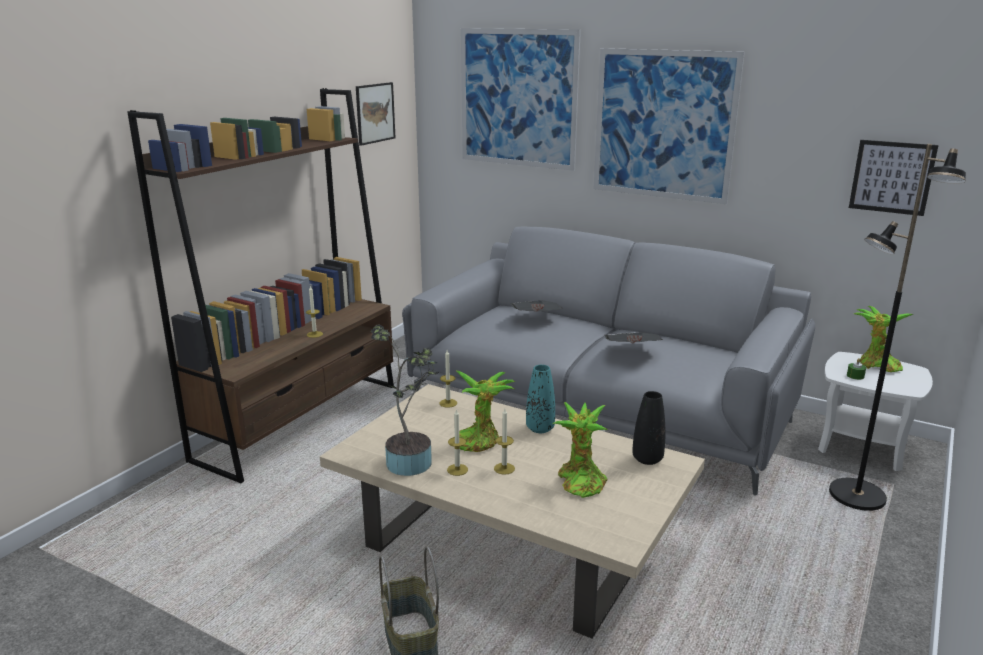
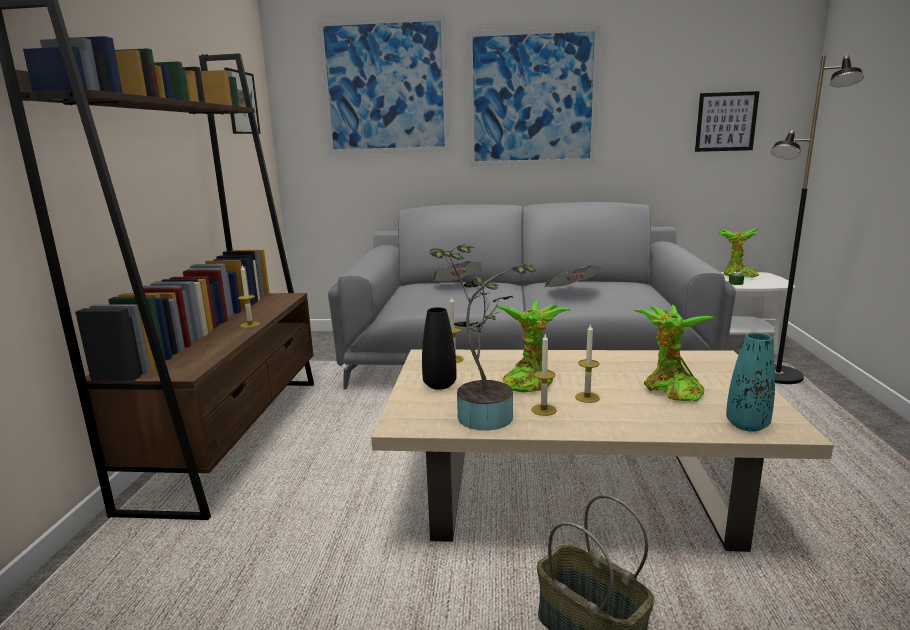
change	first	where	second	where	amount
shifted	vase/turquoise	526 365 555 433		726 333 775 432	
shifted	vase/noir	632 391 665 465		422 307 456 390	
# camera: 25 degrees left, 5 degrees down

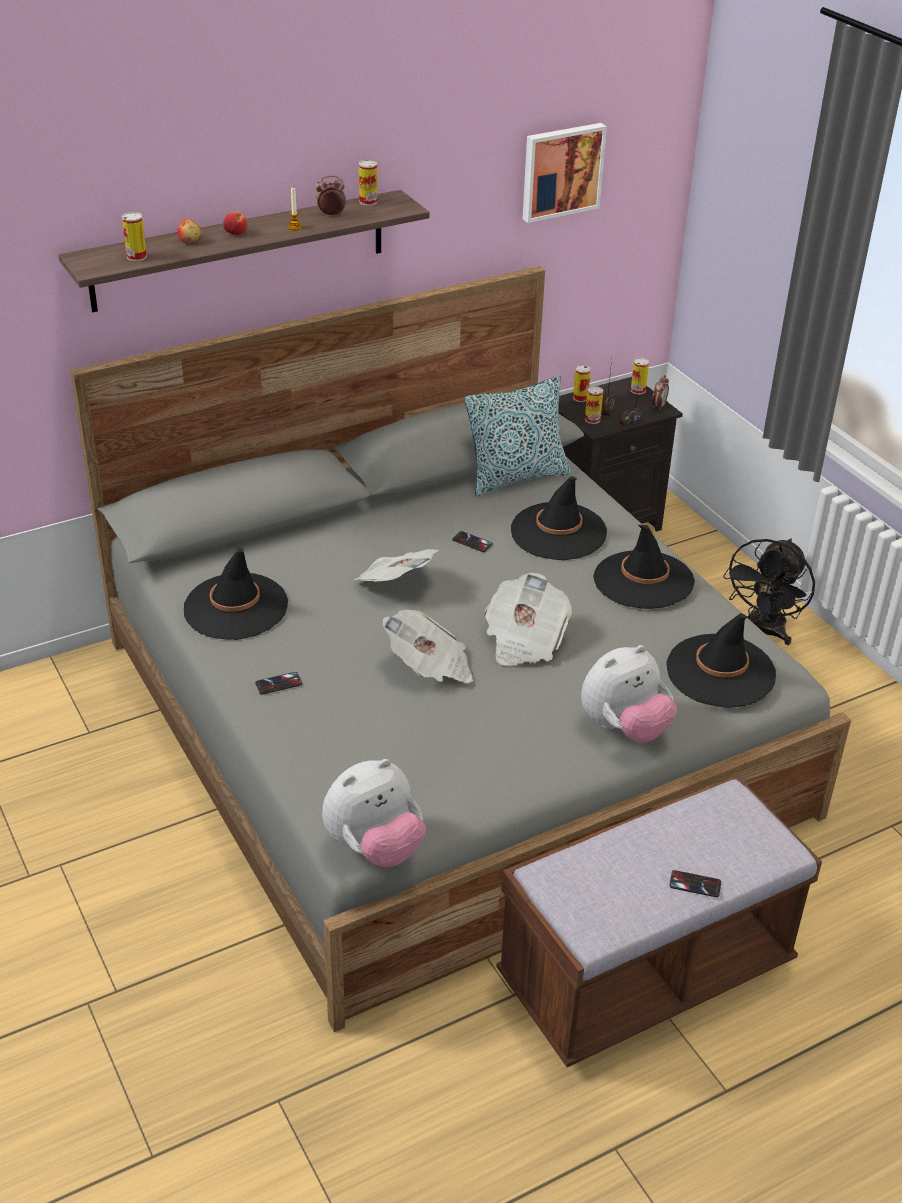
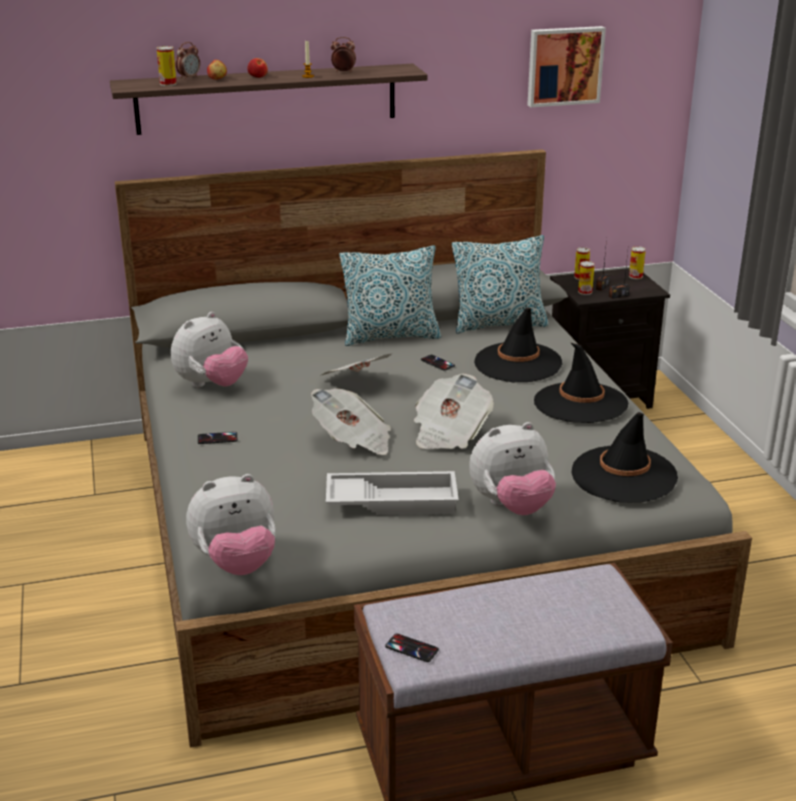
change	first	where	second	where	amount
gone	boîte métallique	359 160 378 206			
gone	ventilateur/noir	723 539 815 645			
new			plateau/blanc	326 471 459 515	
new			coussin	339 245 441 346	
shifted	réveil	652 375 669 410		175 42 200 80	
shifted	téléphone	669 870 721 897		385 633 439 662	
swapped	chapeau/noir	184 549 288 640	peluche	171 312 248 387	
# camera: 15 degrees right, 10 degrees down

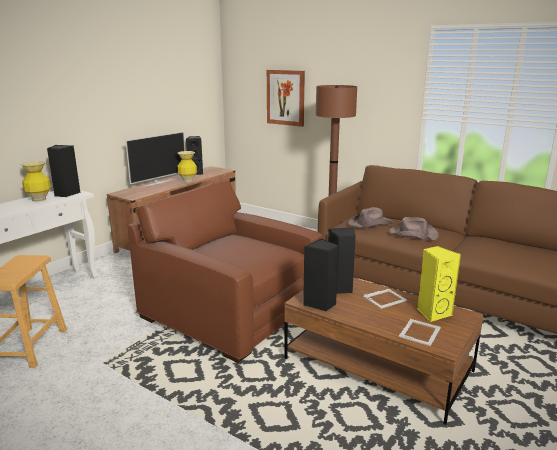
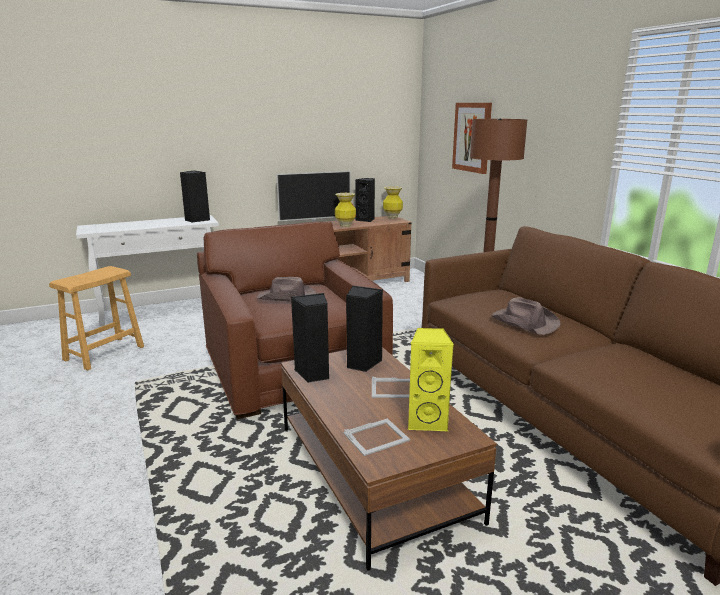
change	first	where	second	where	amount
shifted	vase	20 161 51 202		383 186 403 219	
shifted	chapeau/marron	348 207 393 227		257 277 317 301	
# camera: 30 degrees right, 0 degrees up

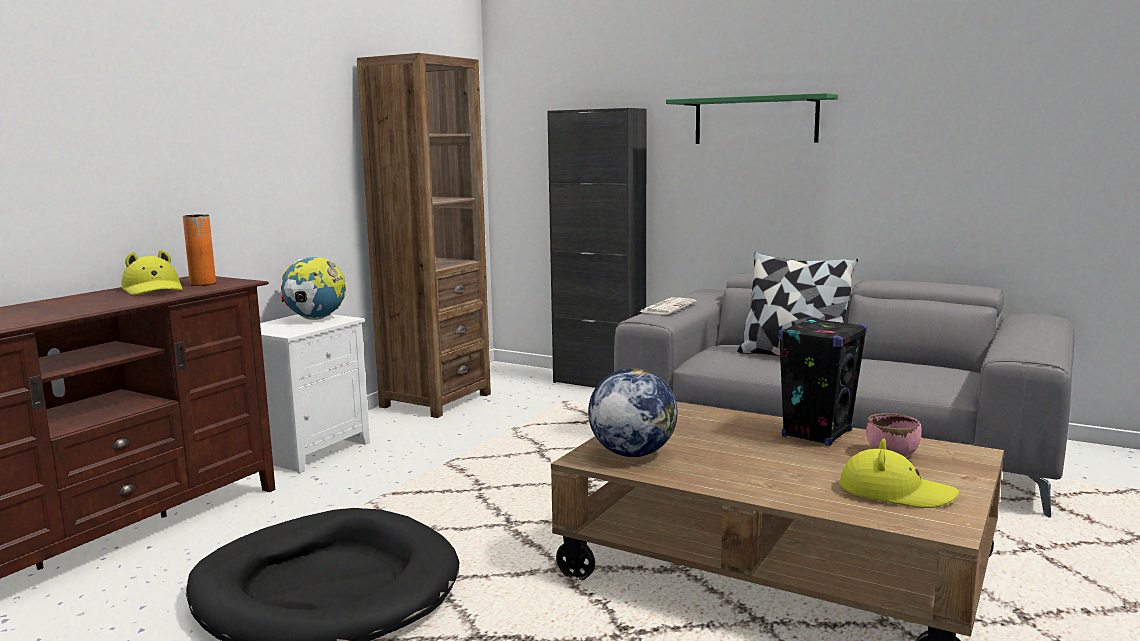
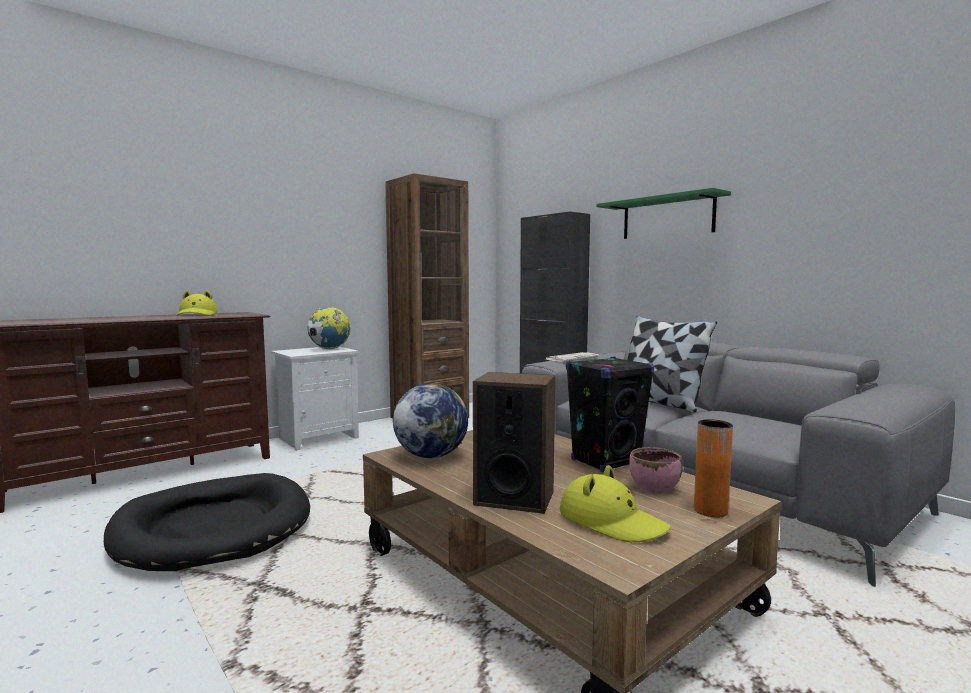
change	first	where	second	where	amount
new			enceinte	473 372 555 514	
shifted	vase/orange	183 214 216 286		694 419 733 517	
# camera: 20 degrees right, 5 degrees down

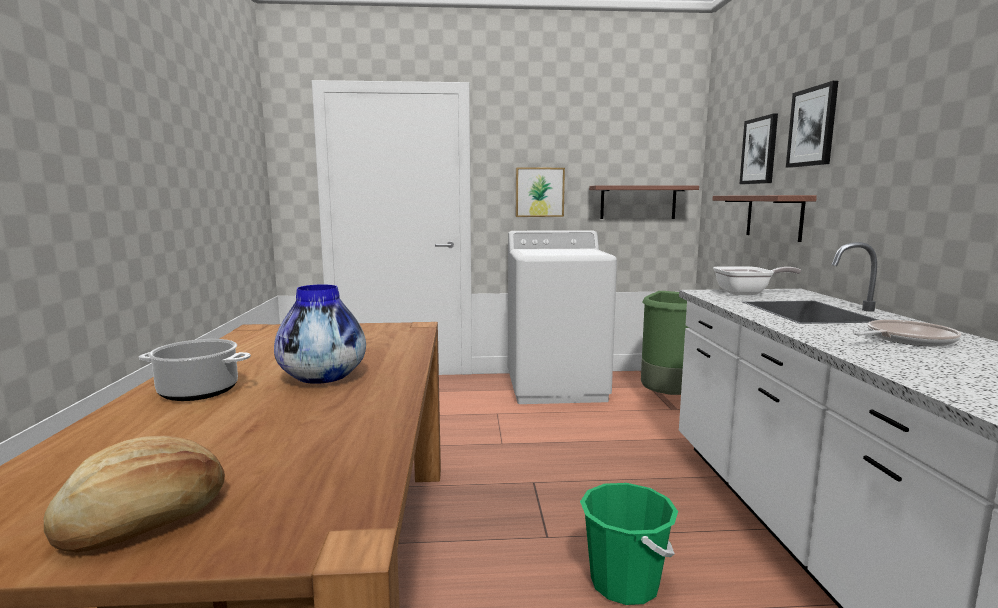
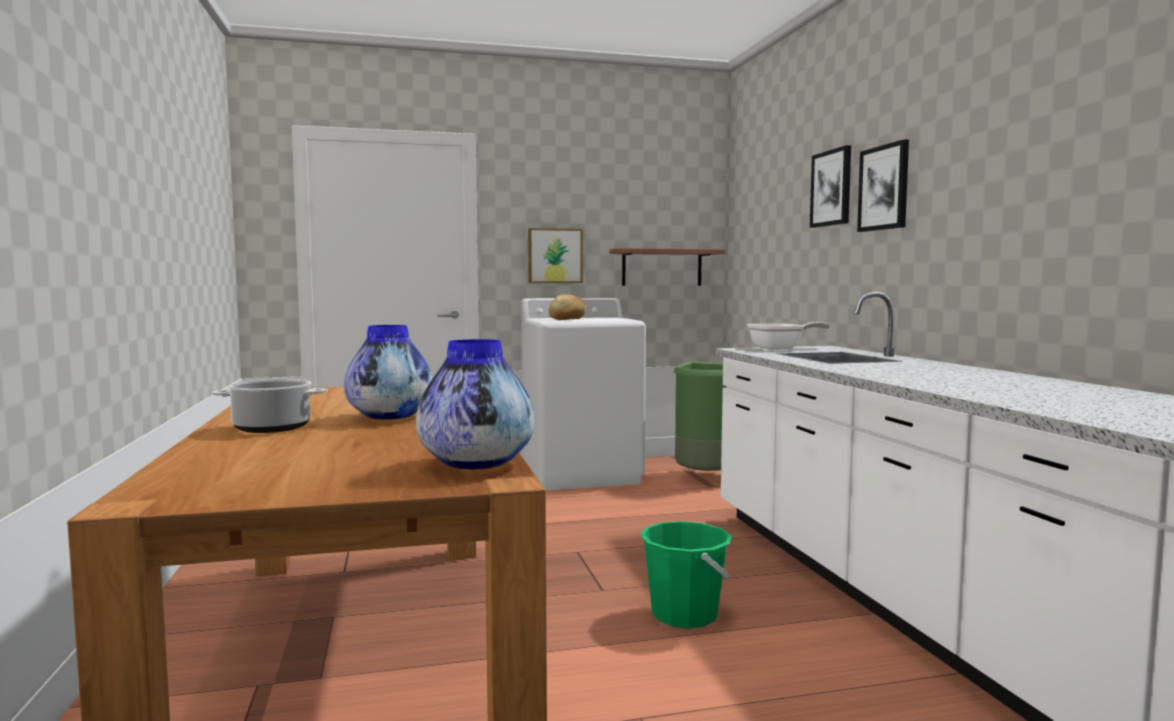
change	first	where	second	where	amount
gone	étagère	712 195 817 242			
gone	poêle	854 320 961 346			
new			vase	416 339 535 470	
shifted	pain	44 435 225 553		549 295 585 320	
shifted	tableau	740 114 778 184		857 139 909 232	
# camera: 10 degrees left, 5 degrees down

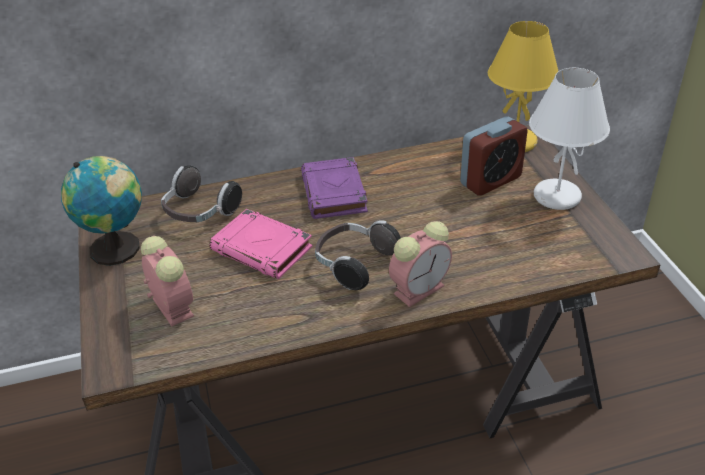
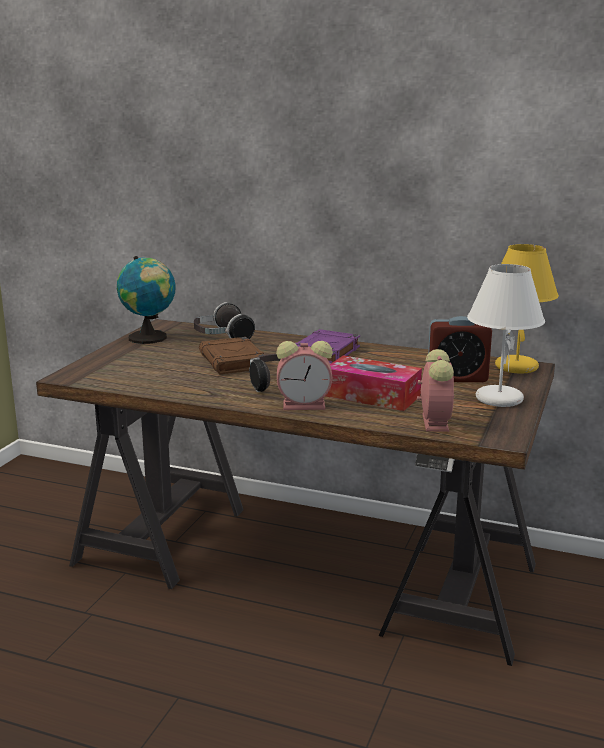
change	first	where	second	where	amount
new			boîte à mouchoirs	326 355 422 411	
shifted	réveil	141 236 194 326		417 349 454 432	
repainted	livre/rose	209 209 313 279	livre/marron	199 337 264 374	
# camera: 35 degrees right, 20 degrees down

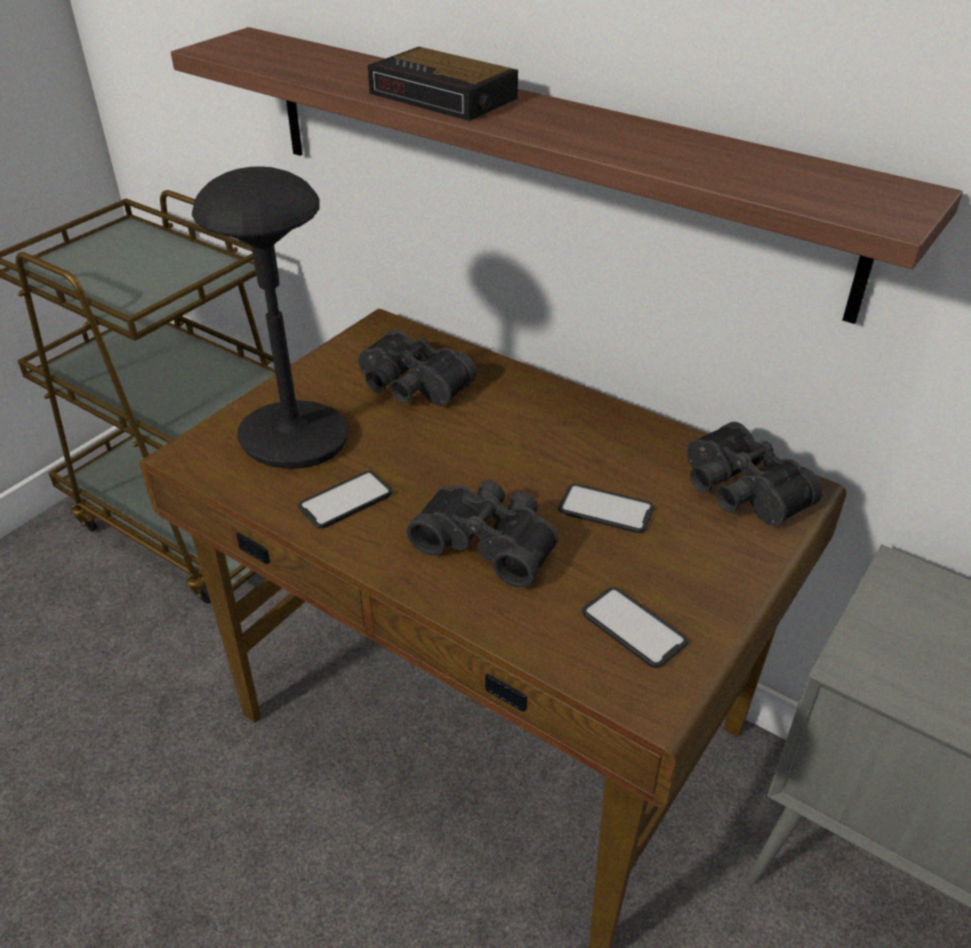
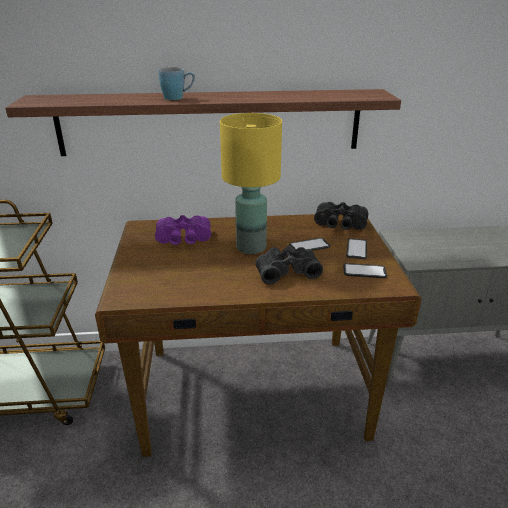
change	first	where	second	where	amount
gone	lampe de table/noir	192 166 348 469			
new			lampe de table/jaune	220 113 282 254	
shifted	téléphone	298 471 393 529		346 238 367 259	
swapped	réveil	367 47 518 121	mug/bleu	158 67 195 100	
repainted	jumelles/noir	358 329 477 406	jumelles/violet	155 215 211 245	
# camera: 40 degrees left, 10 degrees down

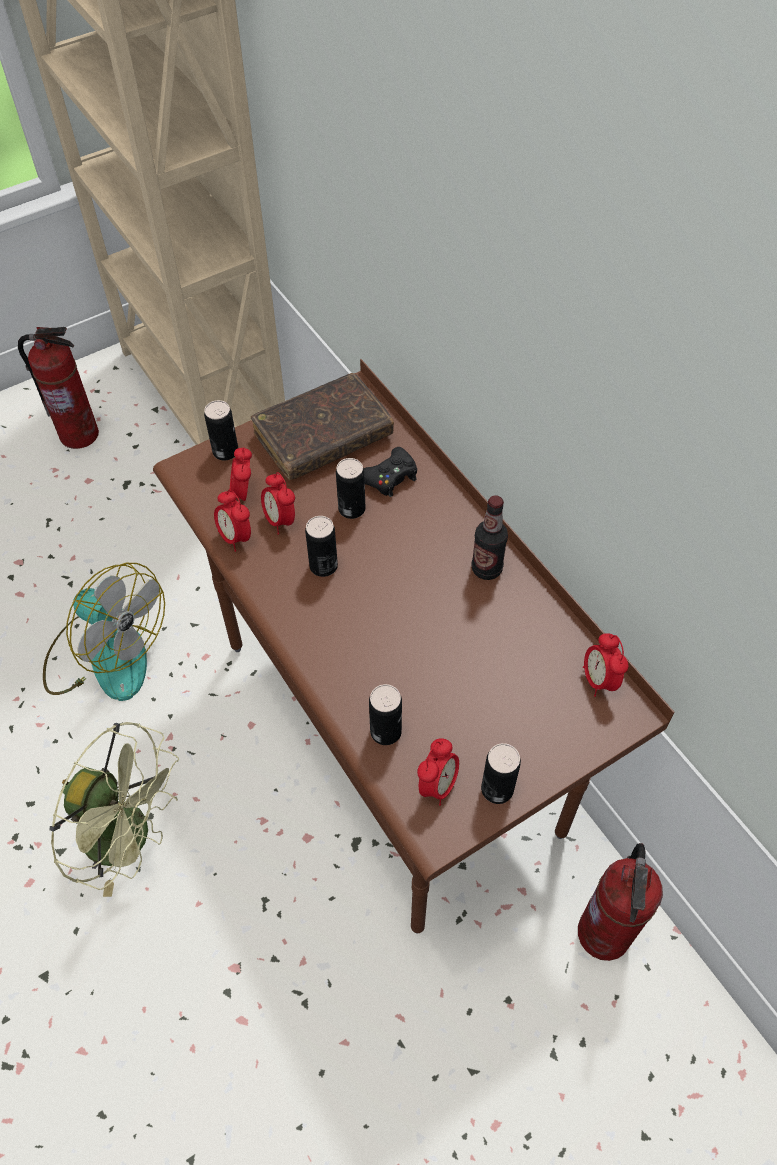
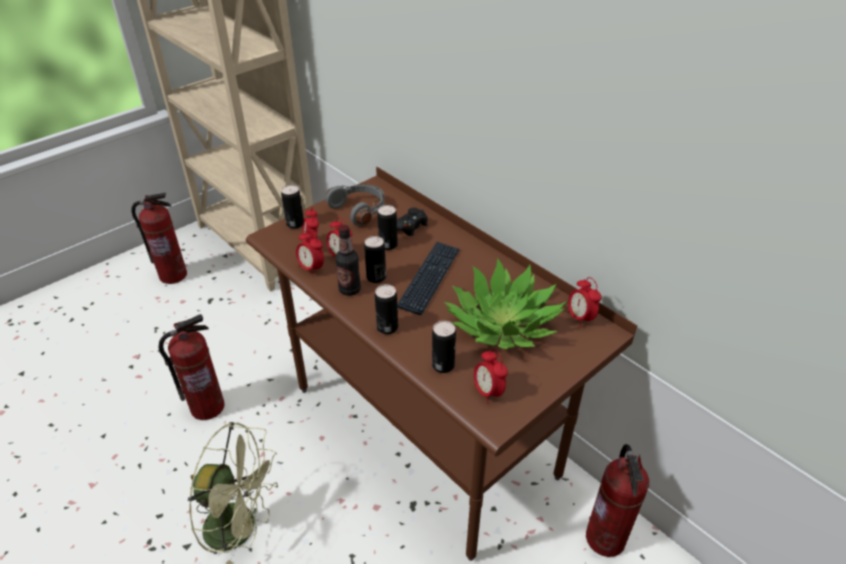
change	first	where	second	where	amount
new			clavier	397 242 460 315	
new			plante en pot	444 258 568 349	
shifted	bouteille	471 495 508 580		335 225 361 296	
shifted	boîte métallique	481 743 521 804		375 284 398 334	
swapped	ventilateur	43 563 165 701	extincteur	159 314 225 420	
swapped	livre/marron	251 373 394 480	casque audio/gris	326 184 385 226	
rotated	réveil	417 738 459 806		474 349 508 404	135 degrees clockwise
# camera: 10 degrees left, 15 degrees down

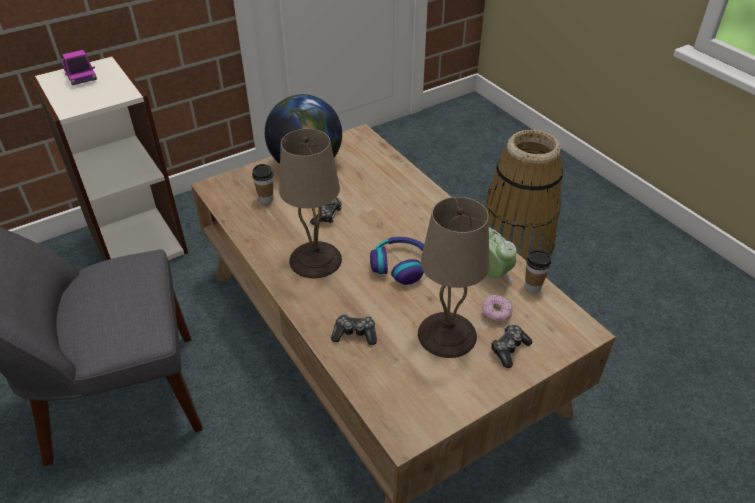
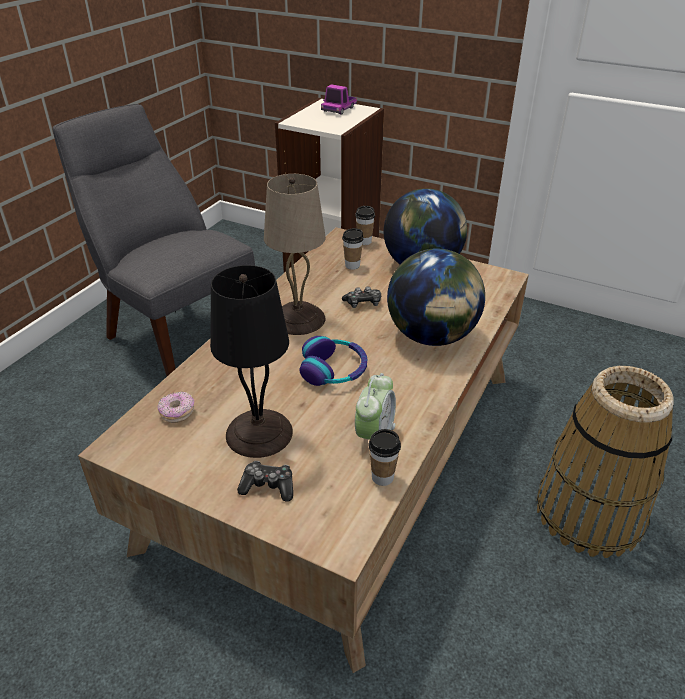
change	first	where	second	where	amount
gone	manette	331 314 377 345			
new			tasse	355 206 375 245	
new			globe	387 248 485 346	
shifted	beignet	481 295 513 324		158 392 194 423	
repainted	lampe de table/beige	418 197 489 358	lampe de table/noir	210 265 293 458	
# camera: 60 degrees right, 5 degrees down

